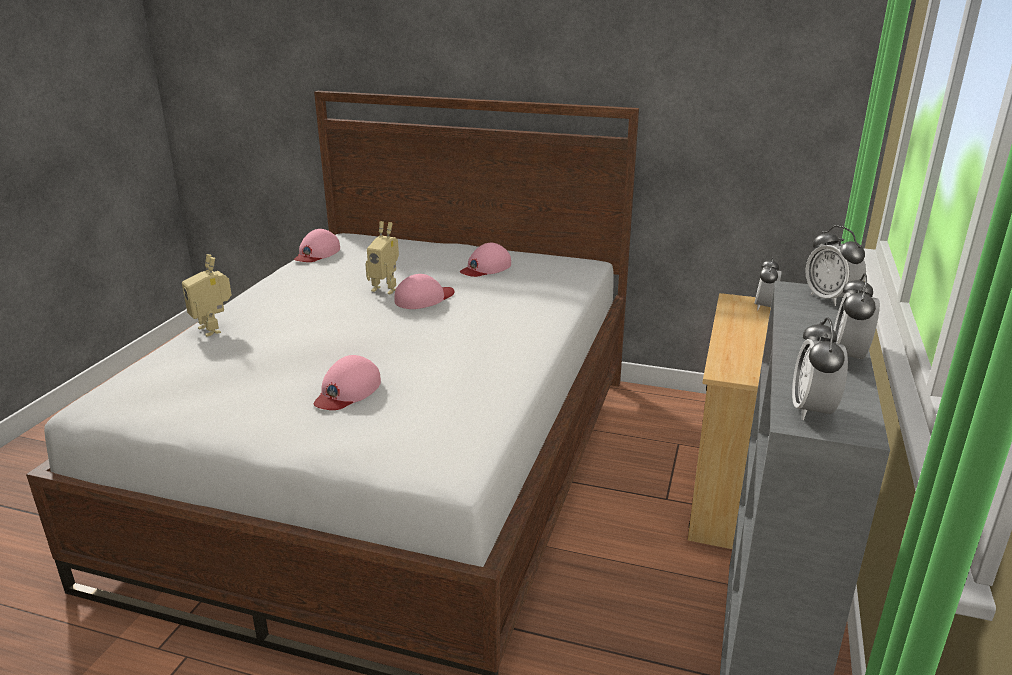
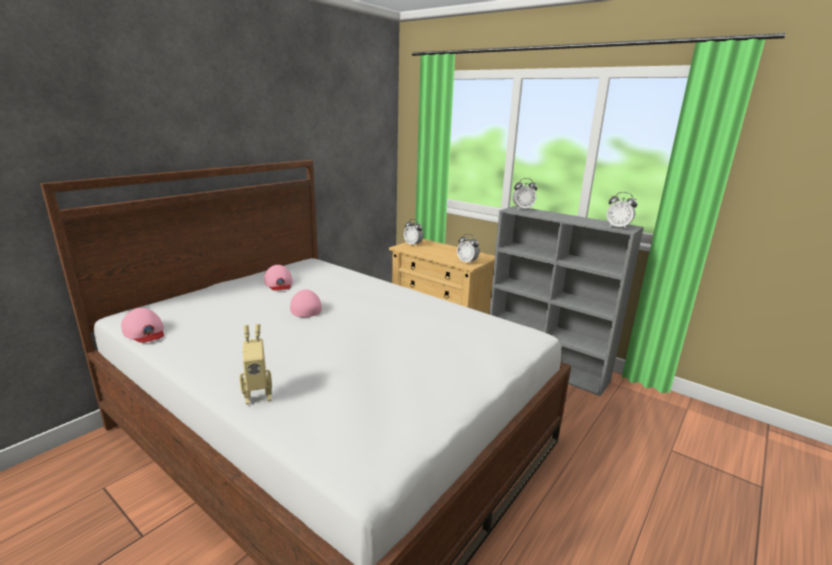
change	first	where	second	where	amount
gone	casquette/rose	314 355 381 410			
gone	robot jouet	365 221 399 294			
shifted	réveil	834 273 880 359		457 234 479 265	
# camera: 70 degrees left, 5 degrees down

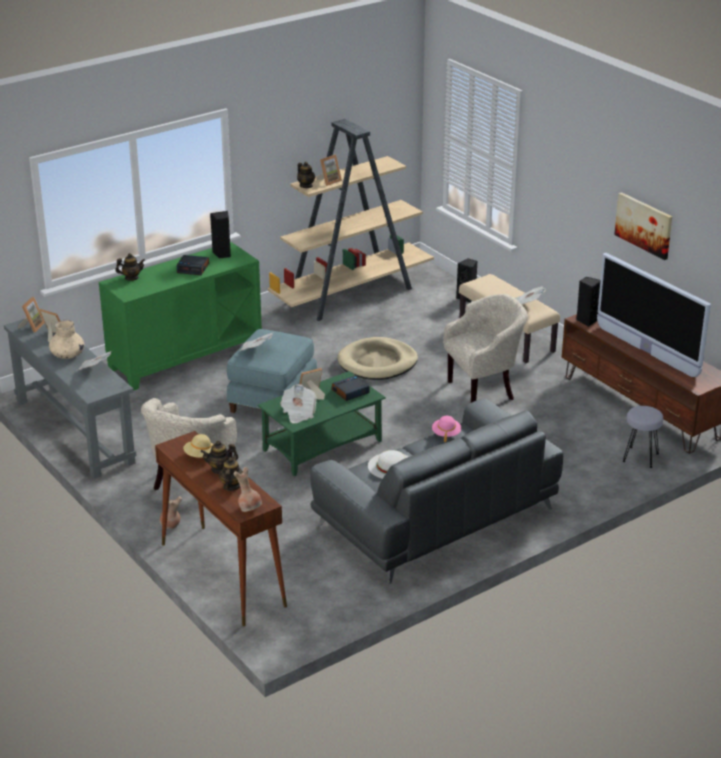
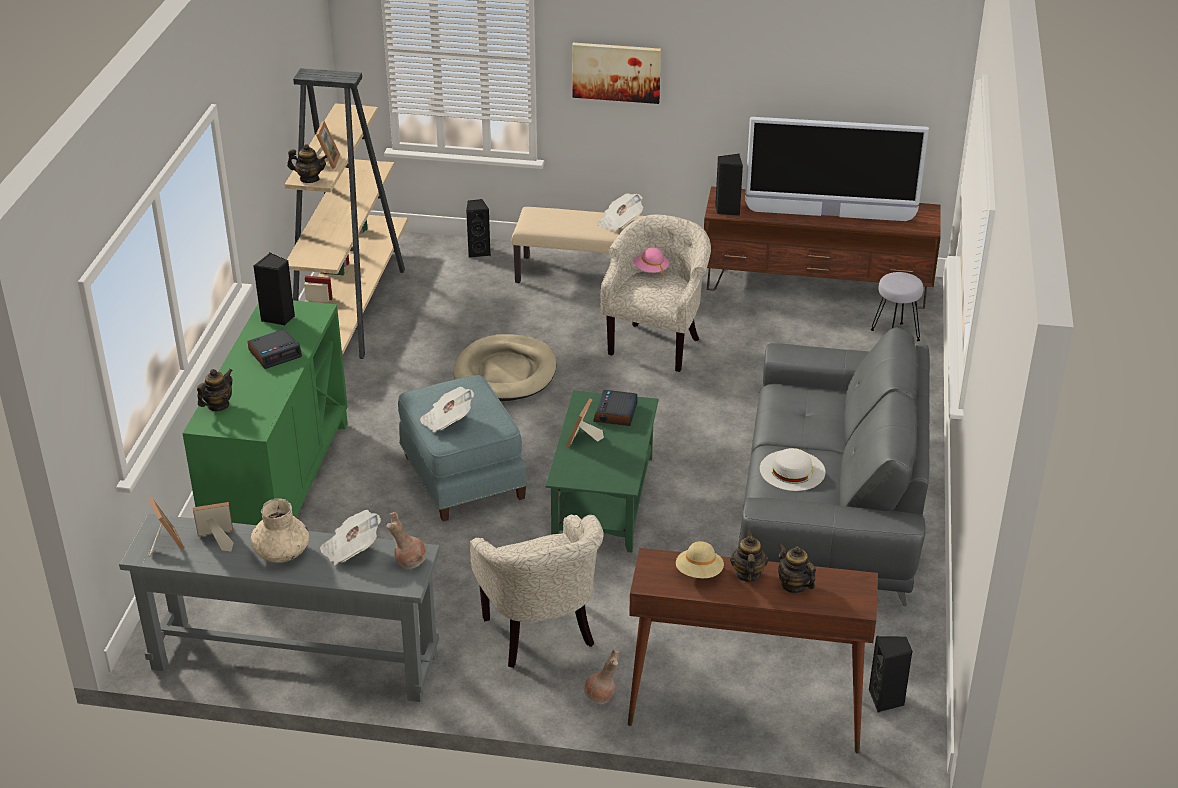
change	first	where	second	where	amount
gone	journal	280 384 317 424			
new			enceinte/noir	869 636 913 712	
shifted	vase/marron	233 467 262 512		387 512 427 569	
shifted	chapeau/rose	432 416 461 442		633 247 669 277	
shifted	tableau	614 192 672 260		572 43 661 104	
rotated	théière	200 441 238 474		730 530 768 582	150 degrees clockwise
# camera: 45 degrees left, 5 degrees up

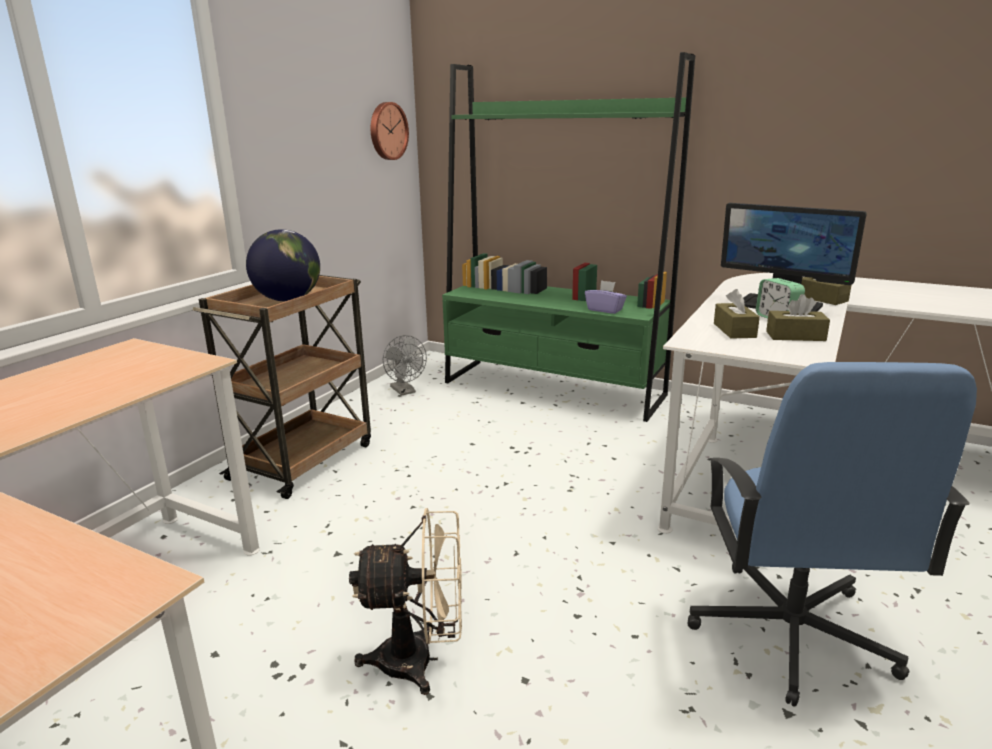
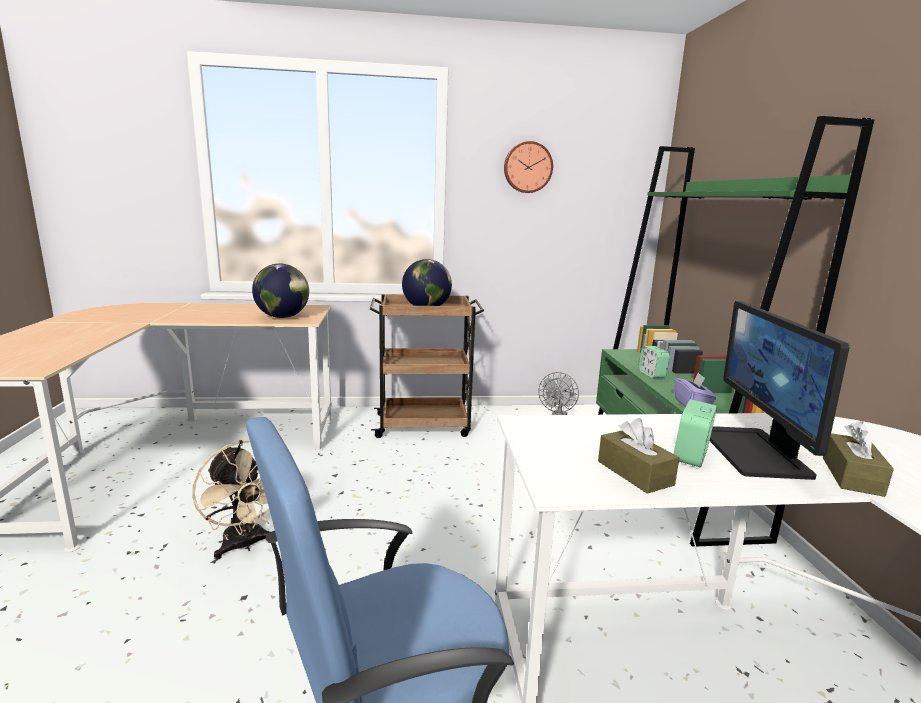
change	first	where	second	where	amount
gone	boîte à mouchoirs/marron	714 289 760 339			
new			globe	252 264 309 318	
new			réveil	639 346 670 378	
shifted	horloge murale	371 102 409 160		504 141 553 193	
# camera: 55 degrees right, 5 degrees down

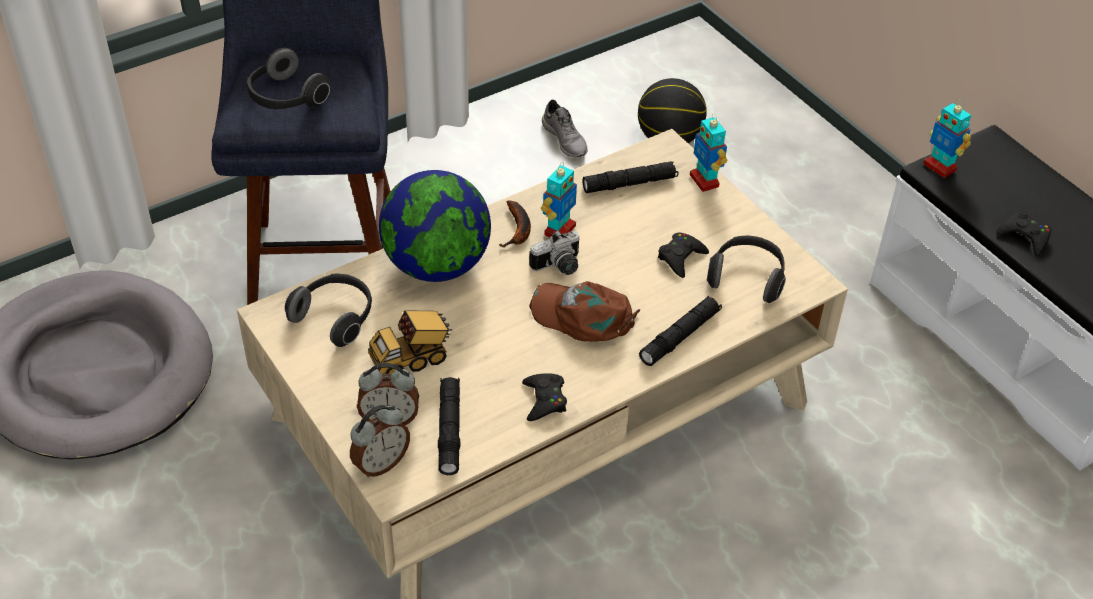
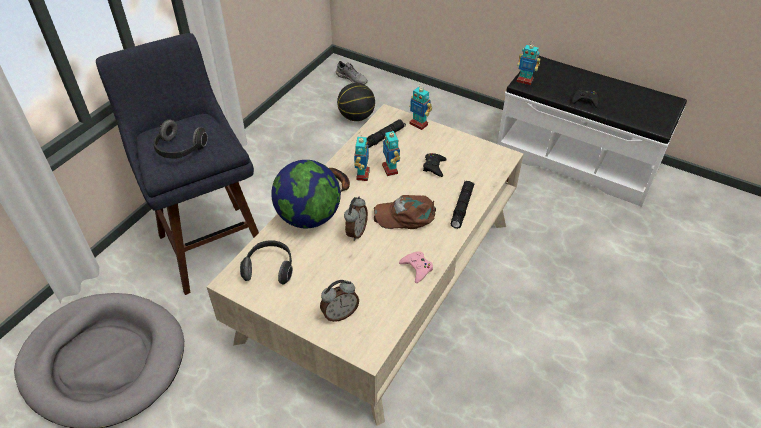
change	first	where	second	where	amount
gone	camion jouet	368 310 452 374			
gone	lampe de poche/noir	438 377 460 475			
gone	appareil photo	529 230 580 275			
gone	casque audio	707 235 786 303			
new			robot jouet	382 131 400 176	
shifted	réveil	350 405 410 478		344 197 368 241	
shifted	chaussure/gris	542 99 588 157		336 61 368 84	
repainted	manette/noir	522 373 567 421	manette/rose	399 251 433 283	
# camera: 25 degrees left, 0 degrees up

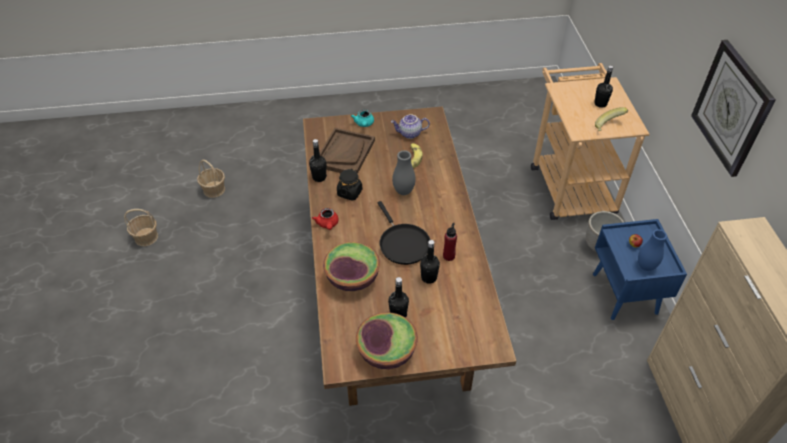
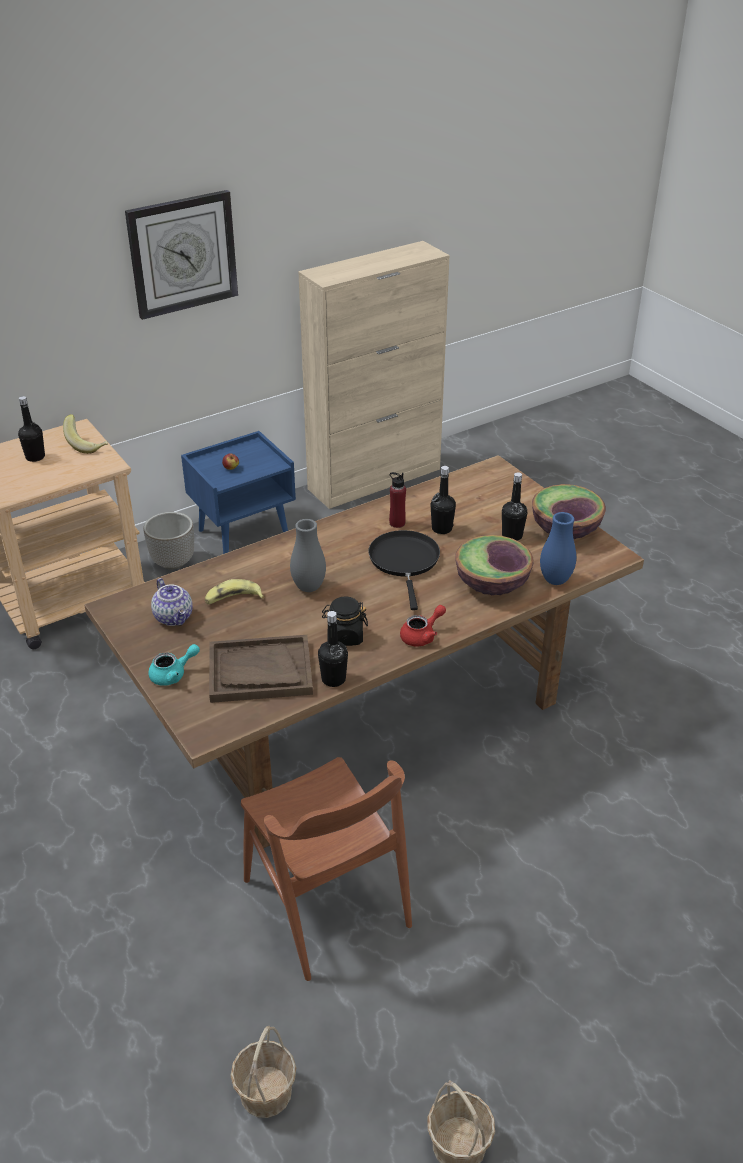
change	first	where	second	where	amount
new			chaise/marron	241 757 412 981	
shifted	vase/bleu	638 229 667 271		540 512 576 585	
rotated	poêle/noir	377 201 430 265		368 530 440 610	45 degrees counterclockwise
# camera: 115 degrees left, 10 degrees down

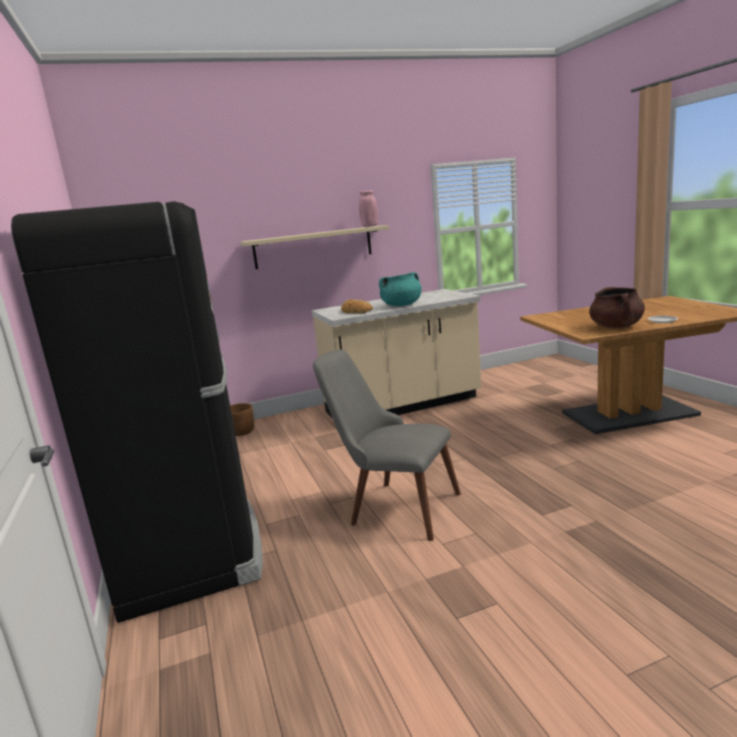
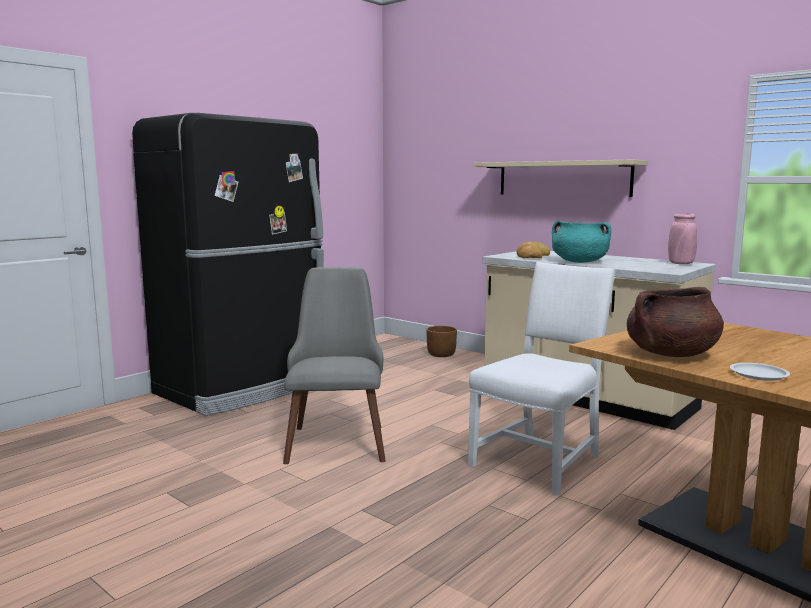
change	first	where	second	where	amount
new			chaise/blanc	468 262 616 495	
shifted	vase/rose	359 190 378 227		668 213 697 264	
# camera: 60 degrees right, 5 degrees down

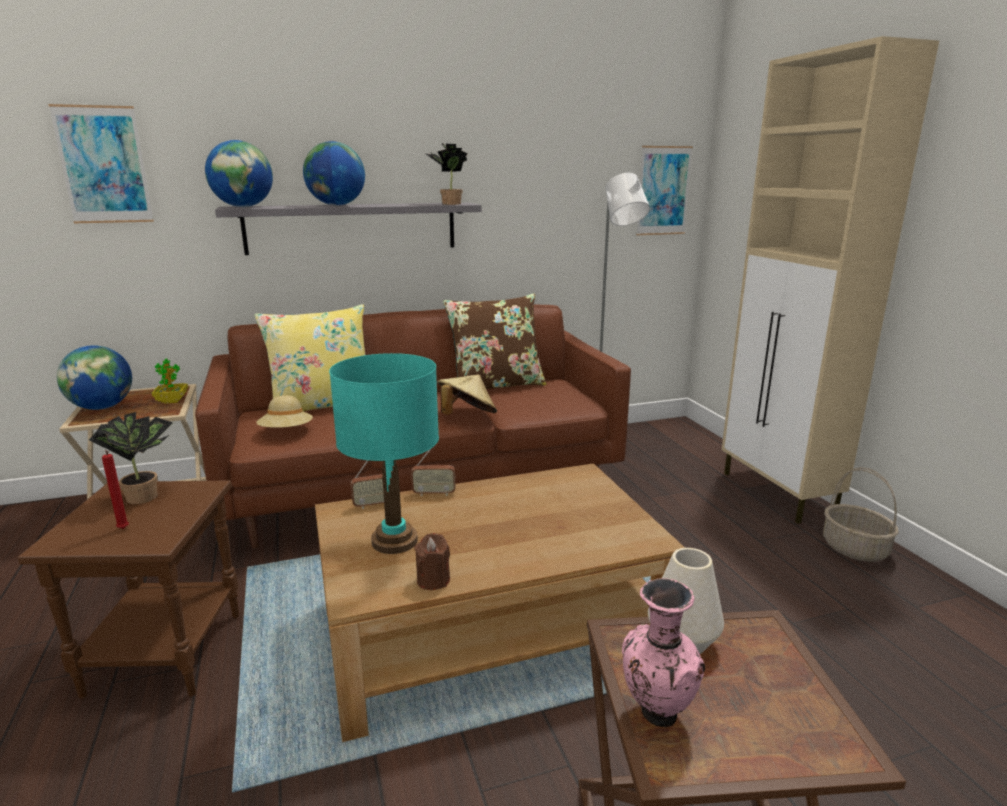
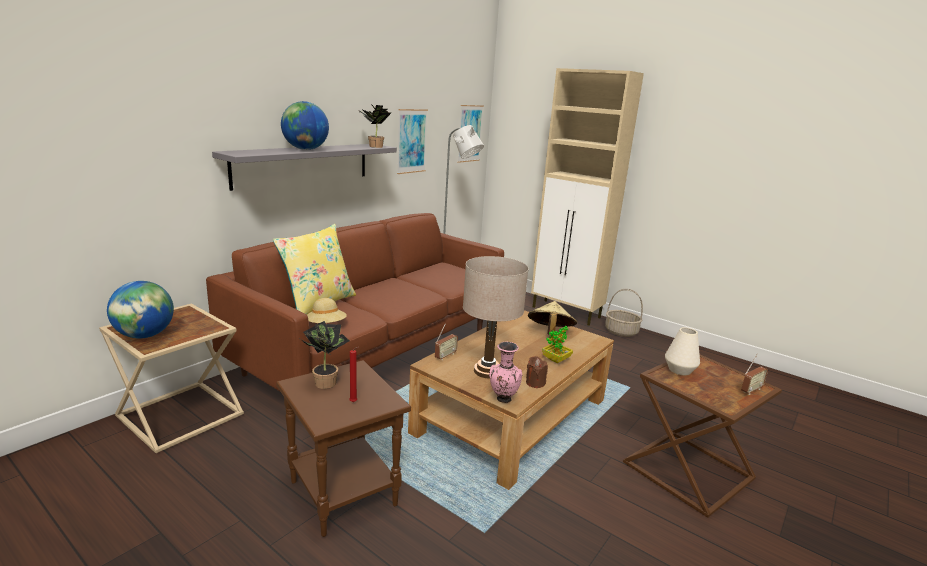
change	first	where	second	where	amount
gone	globe	205 140 273 207			
gone	coussin/marron	443 293 547 389			
shifted	tableau	48 104 154 223		397 109 428 174	
shifted	plante en pot	152 359 188 404		542 326 573 363	
shifted	radio	411 448 455 496		741 353 768 395	
shifted	chapeau/beige	437 374 497 415		528 301 577 335	
shifted	vase/rose	622 578 705 727		489 342 522 403	
repainted	lampe de table/turquoise	329 353 439 554	lampe de table/beige	463 256 529 379	
# camera: 35 degrees left, 0 degrees up

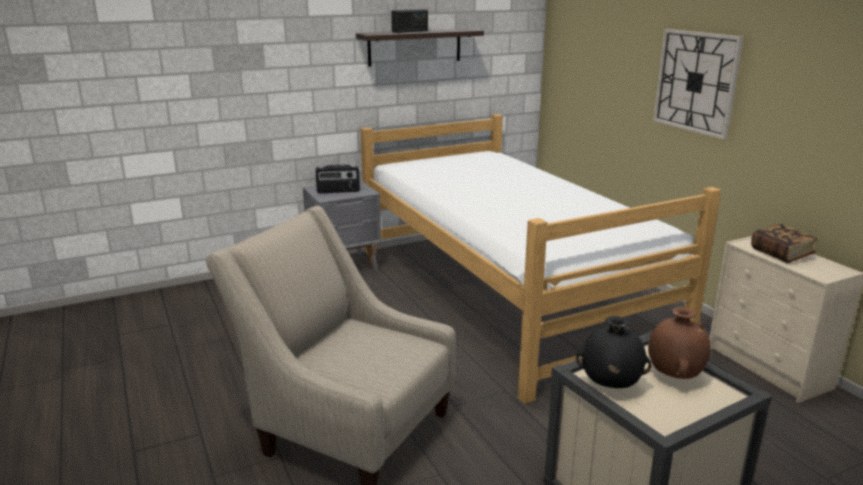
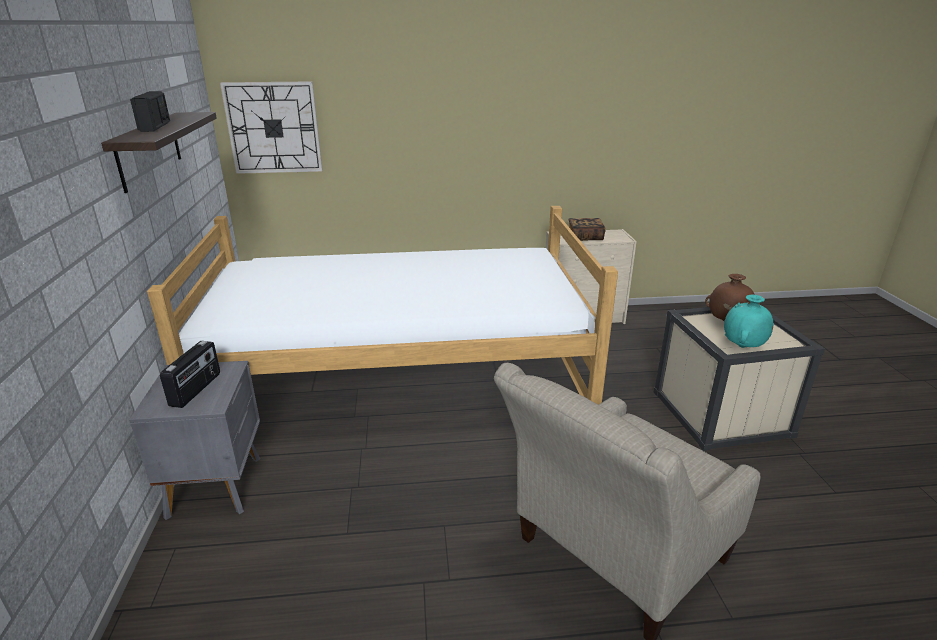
change	first	where	second	where	amount
shifted	horloge murale	653 29 743 139		220 81 323 174	
repainted	vase/noir	576 316 652 388	vase/turquoise	724 295 773 348	
# camera: 70 degrees left, 5 degrees up

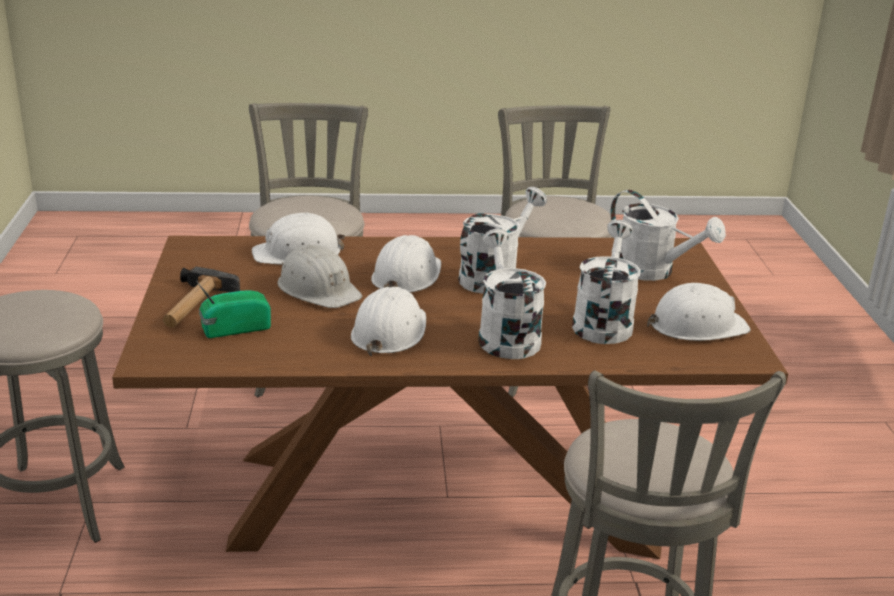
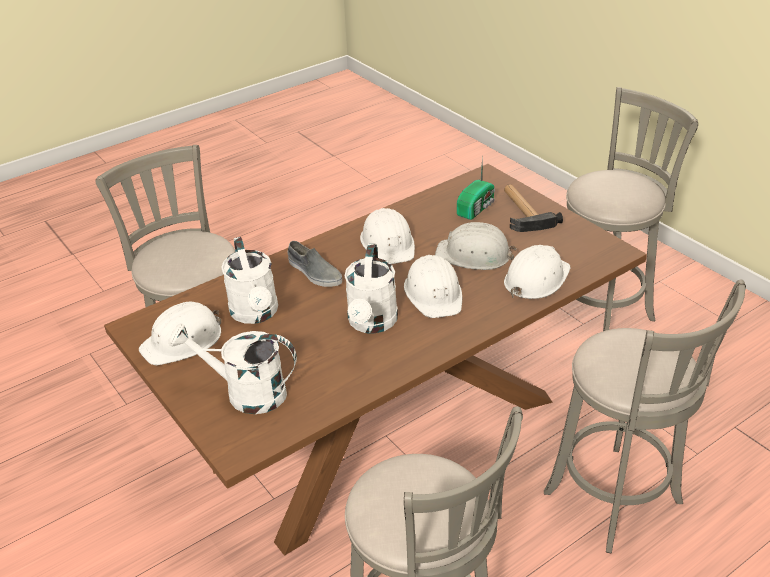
change	first	where	second	where	amount
swapped	arrosoir/blanc	478 229 546 359	chaussure/gris	287 241 342 287	
# camera: 150 degrees right, 10 degrees up

